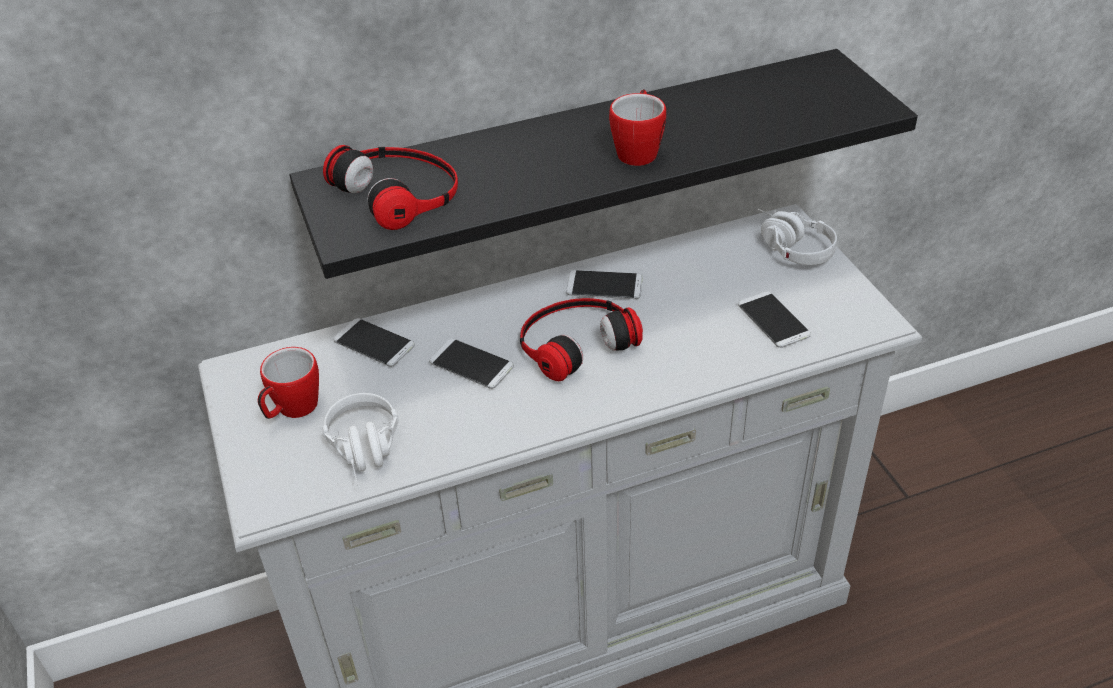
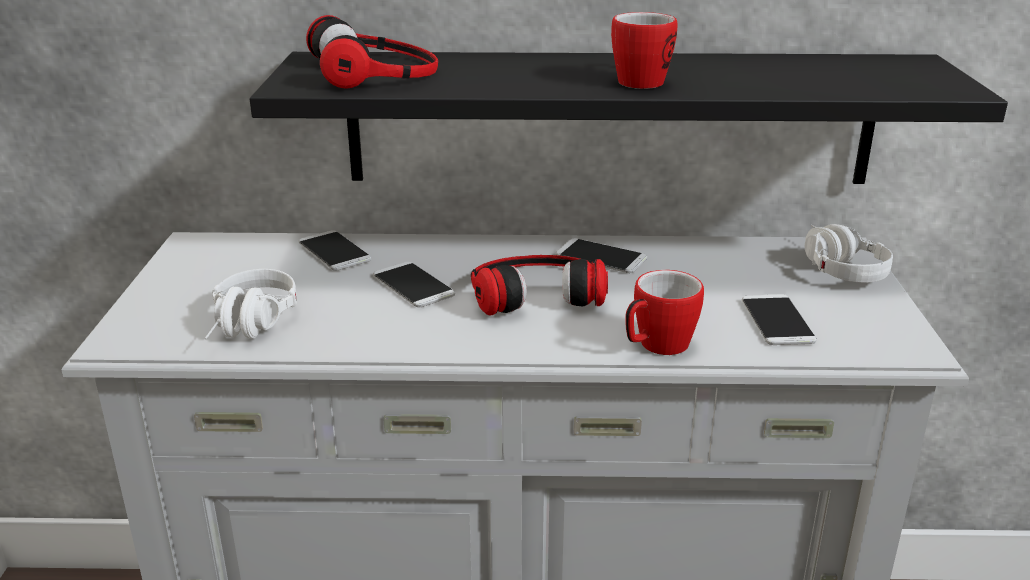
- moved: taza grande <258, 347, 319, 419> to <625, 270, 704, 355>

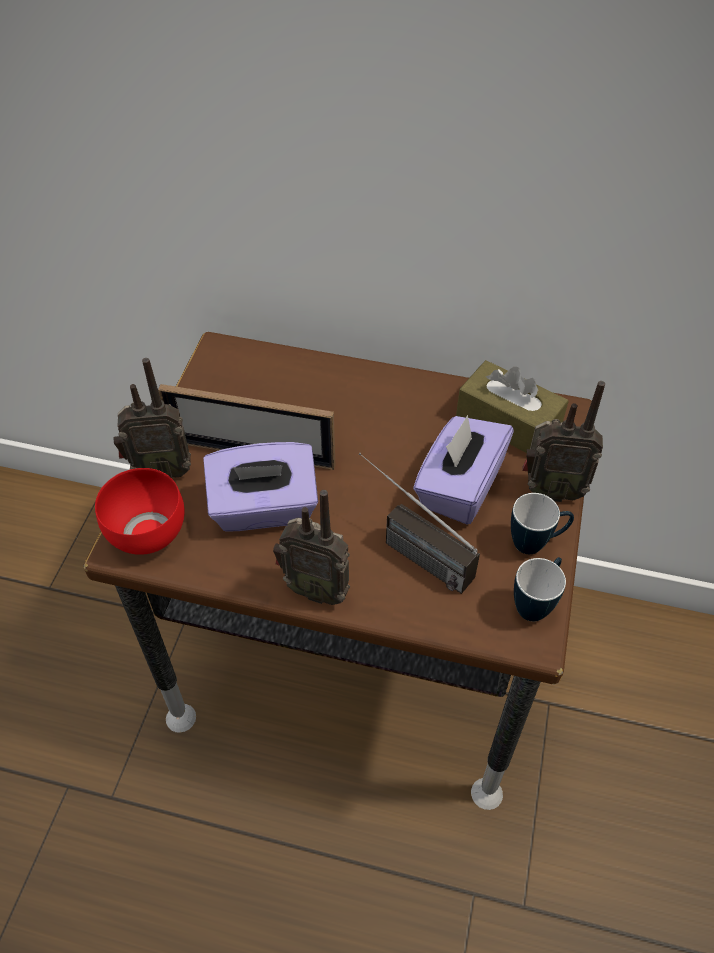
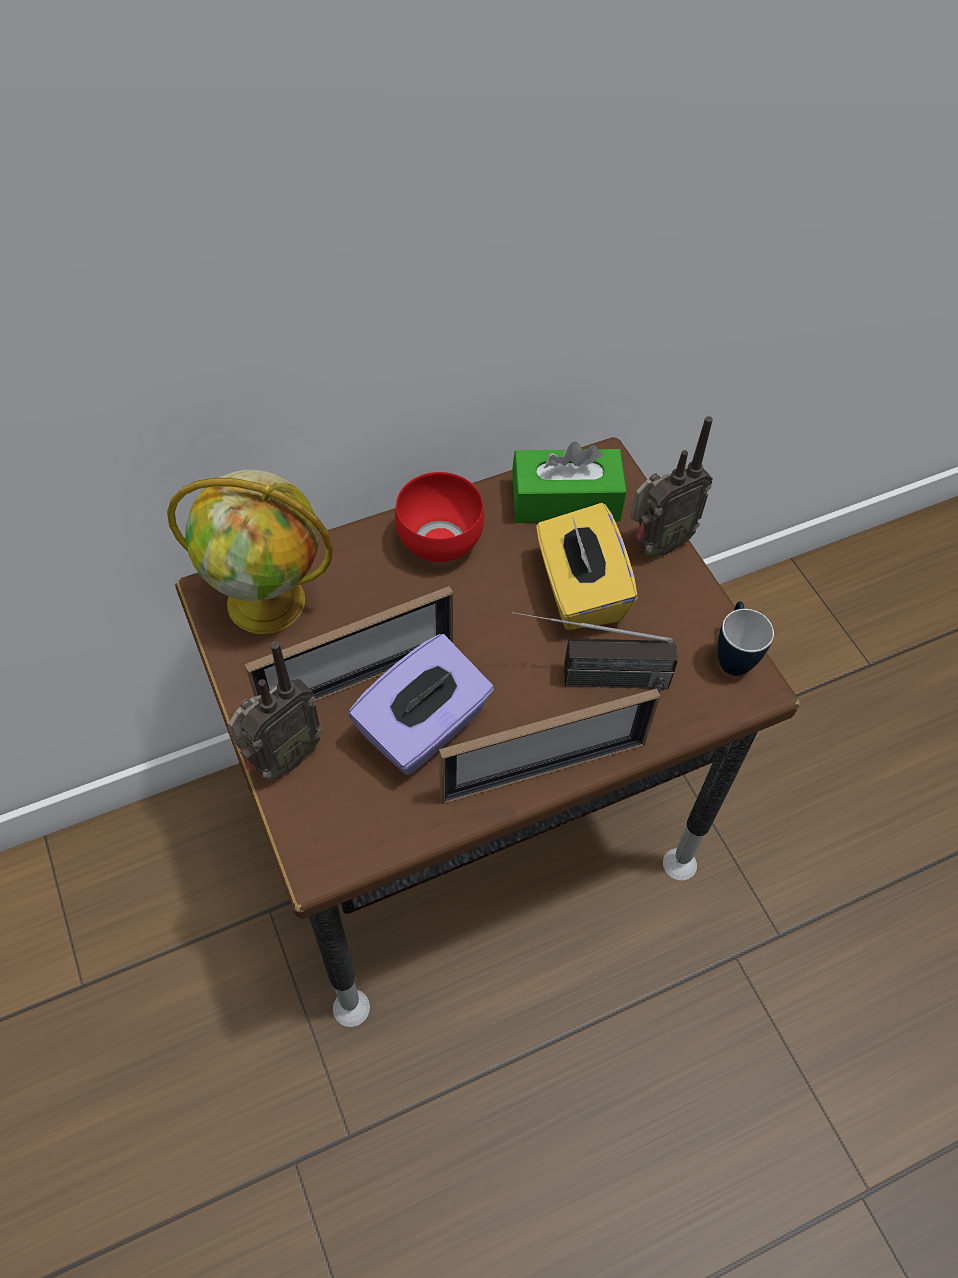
- removed: taza grande <511, 493, 574, 554>
- added: globo terráqueo <167, 470, 333, 634>
- moved: cuenco [rojo] <95, 468, 185, 555> to <395, 472, 484, 562>
- replaced: radio <273, 490, 350, 605> to portarretratos <439, 688, 660, 804>
- recoloured: caja de pañuelos [morado] <413, 415, 514, 524> to caja de pañuelos [amarillo] <536, 503, 638, 630>
- recoloured: caja de pañuelos [marrón] <456, 360, 569, 453> to caja de pañuelos [verde] <512, 442, 627, 523>

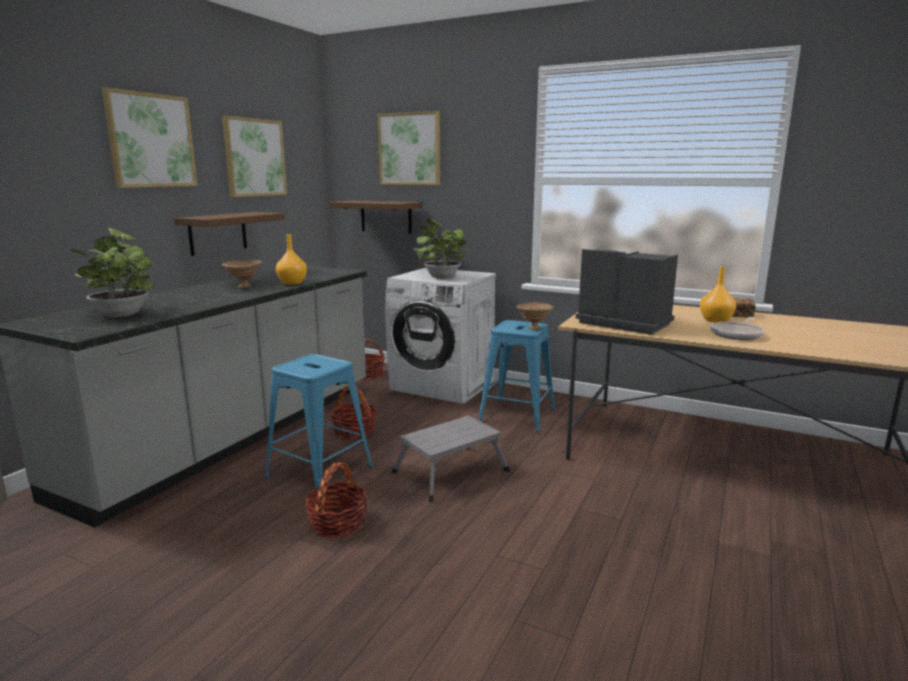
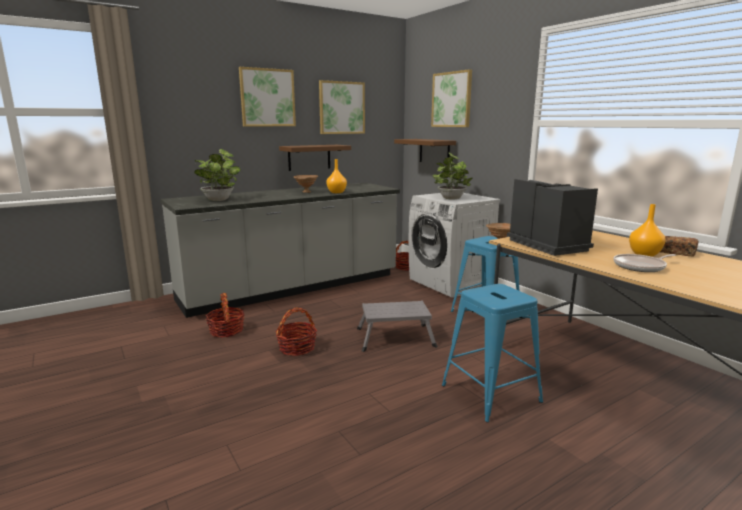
- moved: taburete [azul] <265, 354, 373, 491> to <442, 284, 543, 422>
- moved: cesta <331, 386, 377, 439> to <206, 293, 245, 337>

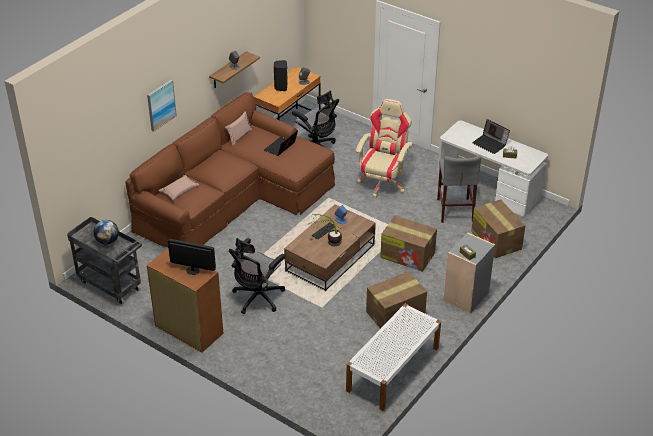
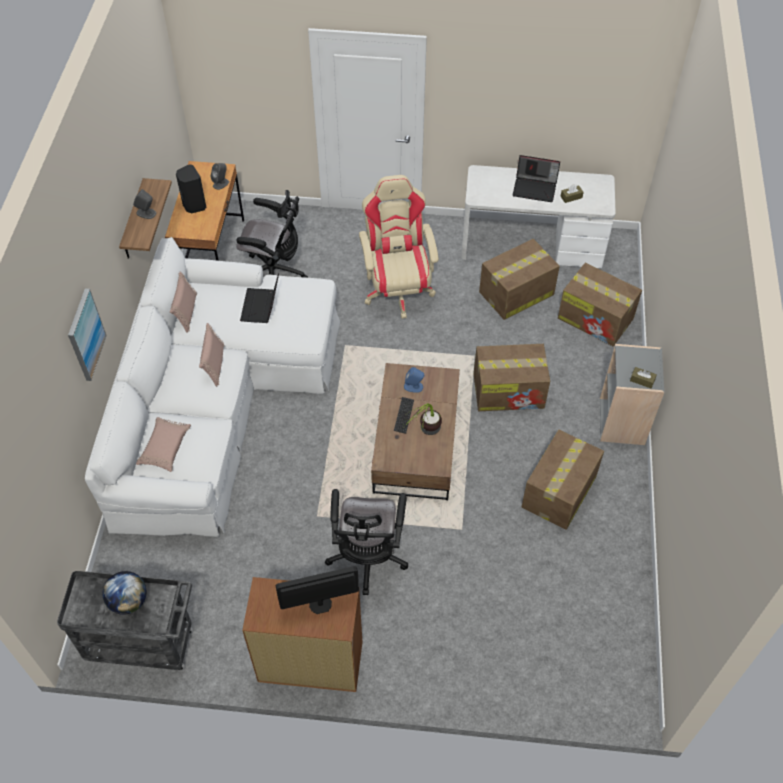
- removed: banco [blanco] <346, 303, 441, 411>
- added: cojín [beis] <199, 323, 225, 387>
- replaced: taburete [gris] <437, 156, 481, 223> to caja de cartón <479, 239, 560, 320>
- recoloured: sofá [marrón] <125, 92, 335, 247> to sofá [blanco] <85, 237, 340, 537>

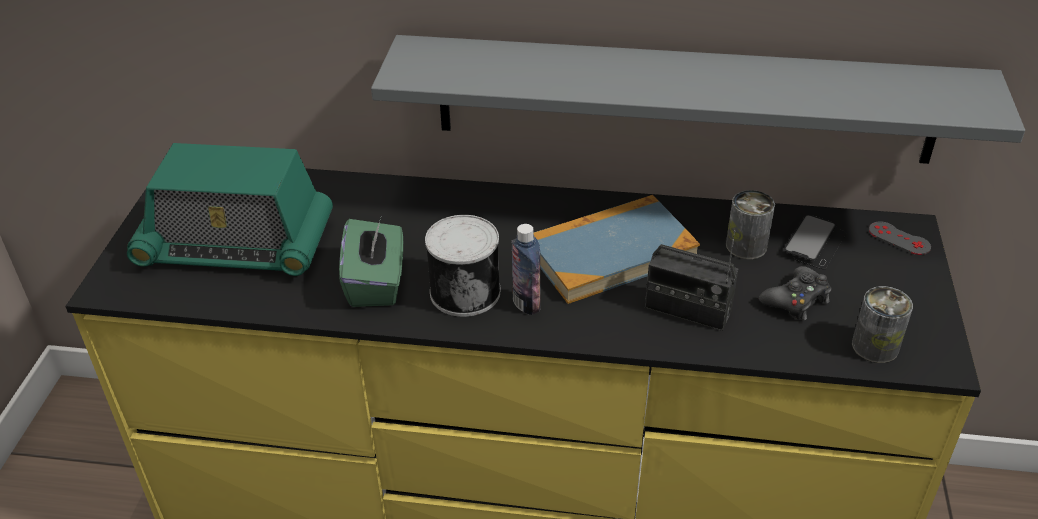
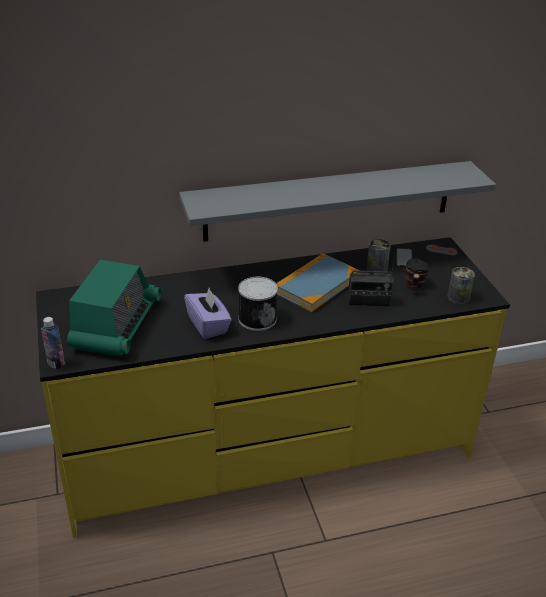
- moved: botella <512, 224, 540, 315> to <41, 317, 65, 369>
- replaced: mando de consola [negro] <759, 266, 831, 320> to taza grande <405, 258, 430, 291>
- recoloured: caja de pañuelos [verde] <339, 218, 403, 307> to caja de pañuelos [morado] <184, 288, 232, 339>
- turned: radio <127, 143, 333, 276> = <67, 260, 161, 357> 60 degrees counterclockwise

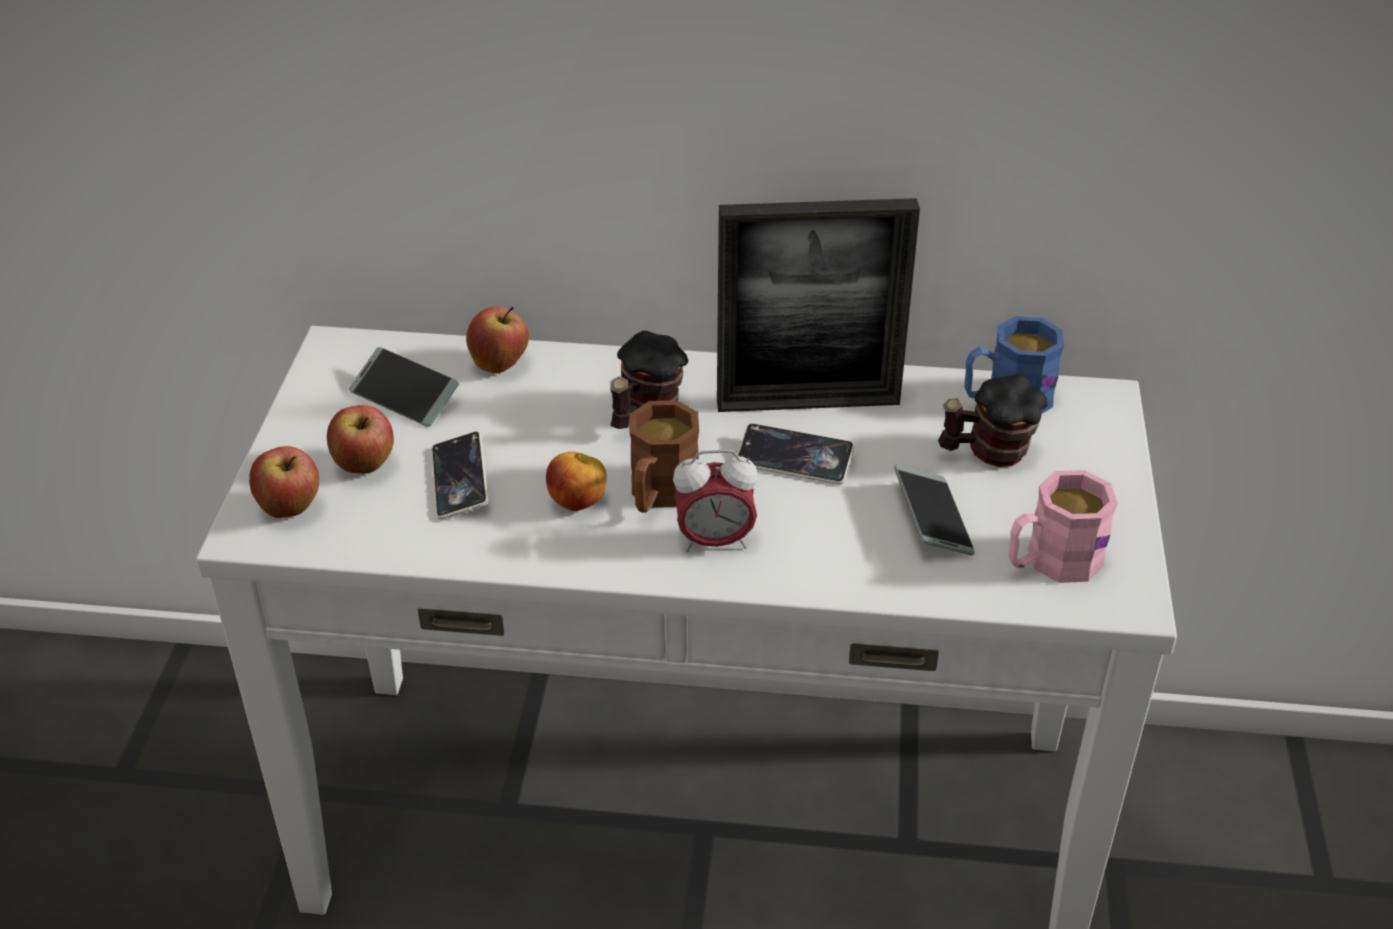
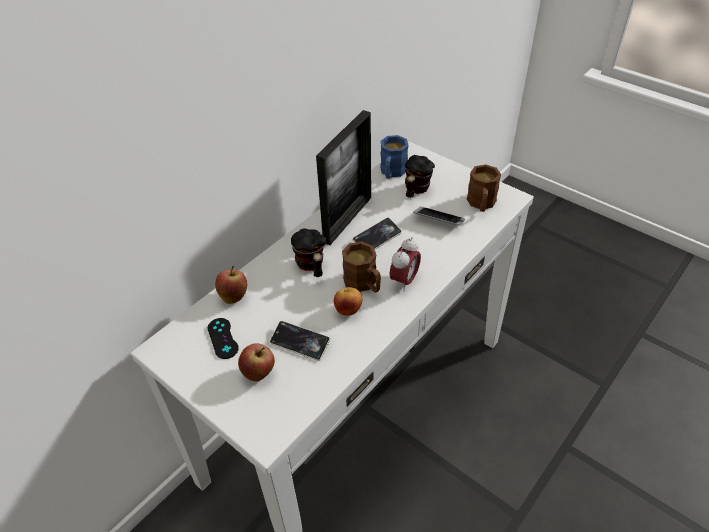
- removed: manzana <249, 446, 319, 518>
- replaced: móvil <349, 347, 459, 427> to mando de consola [negro] <208, 318, 239, 359>
- recoloured: taza grande [rosa] <1008, 470, 1118, 583> to taza grande [marrón] <467, 164, 501, 212>

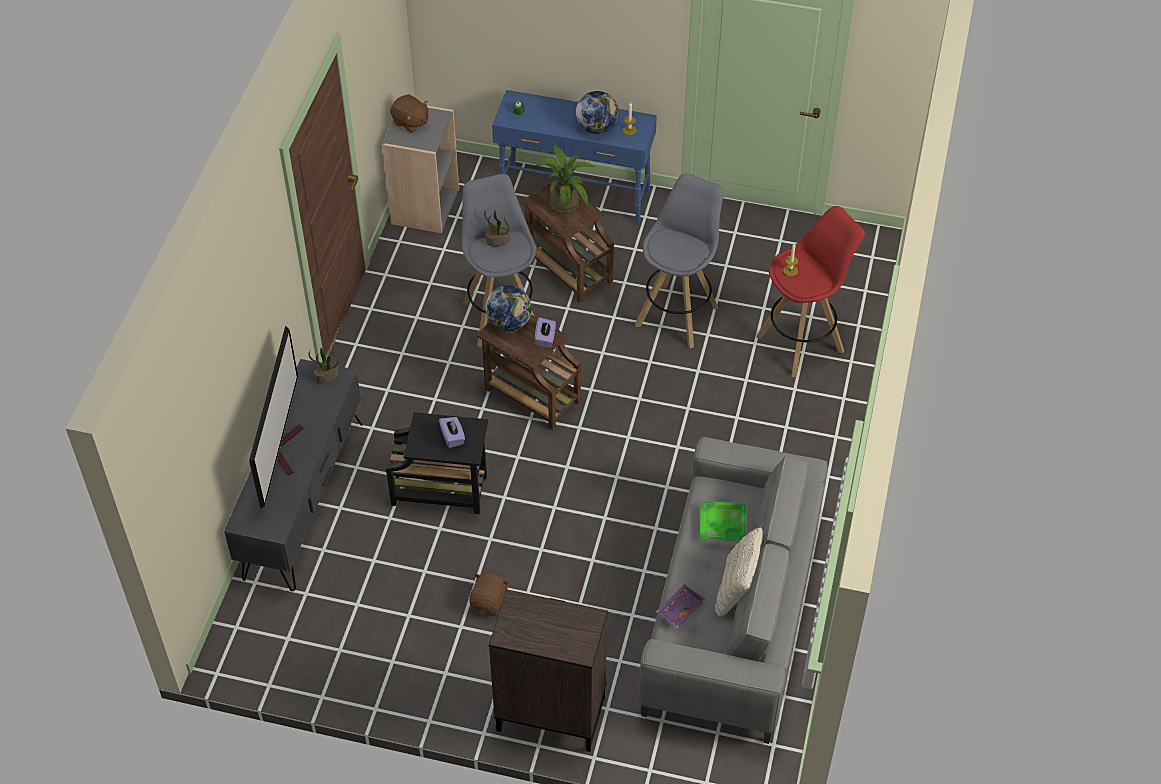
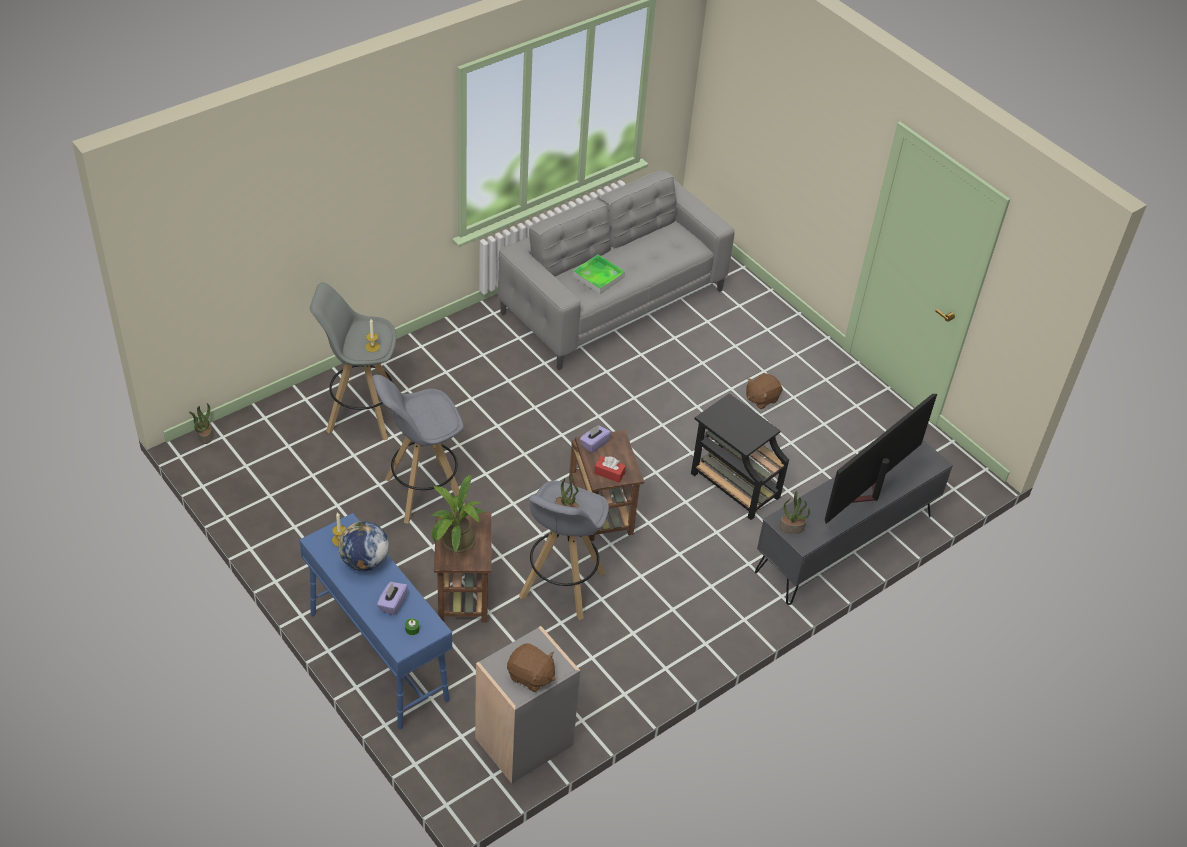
- removed: cómoda [marrón] <489, 589, 608, 752>
- removed: bandeja [morado] <656, 584, 706, 627>
- removed: cojín [beis] <715, 527, 763, 617>
- added: planta en maceta <189, 403, 213, 444>
- moved: caja de pañuelos [morado] <439, 417, 465, 448> to <377, 582, 408, 615>
- replaced: globo terráqueo <485, 285, 532, 331> to caja de pañuelos [rojo] <594, 456, 626, 483>
- recoloured: taburete [rojo] <756, 206, 865, 377> to taburete [gris] <310, 282, 396, 440>
- turned: peluche [marrón] <390, 94, 429, 133> = <507, 643, 555, 692> 135 degrees clockwise

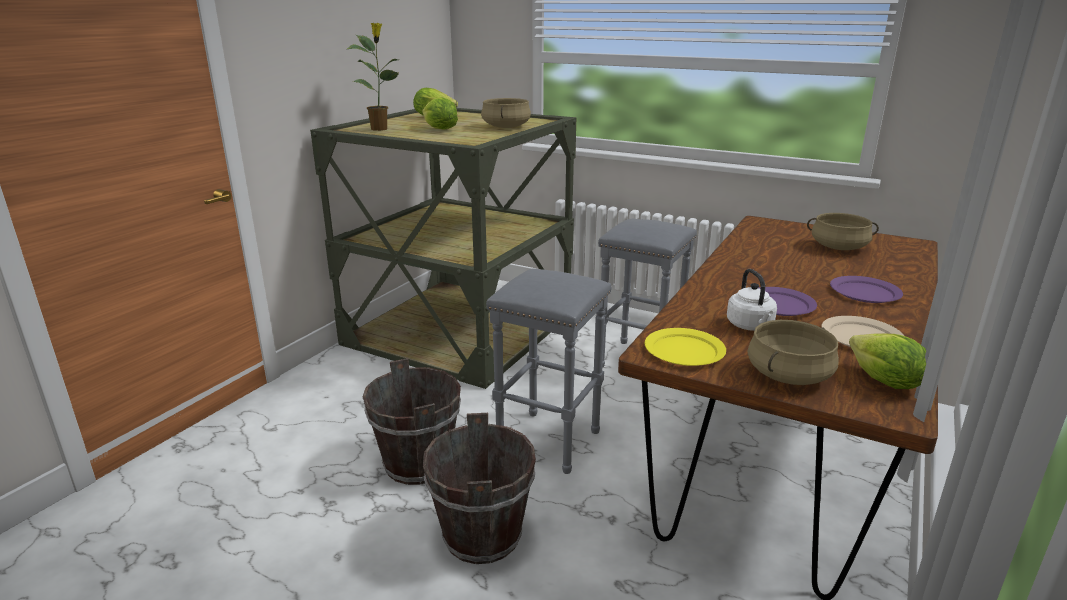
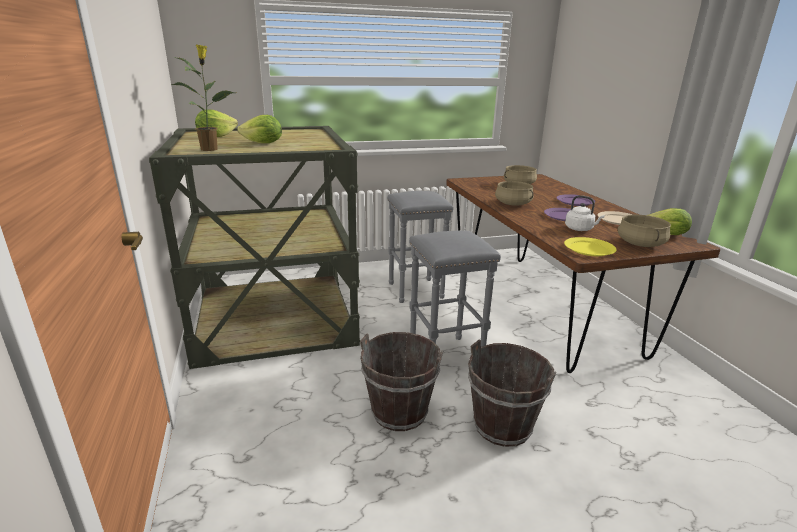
- moved: olla [beis] <481, 98, 531, 128> to <495, 181, 534, 206>

